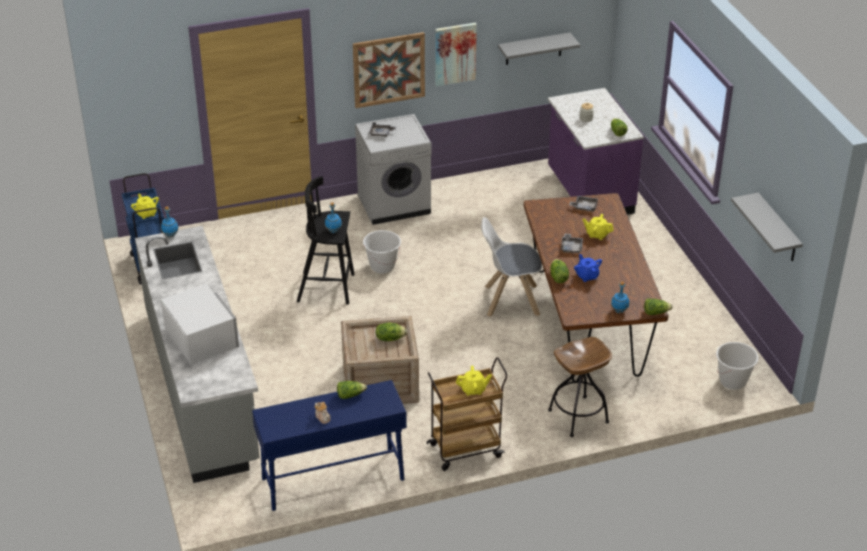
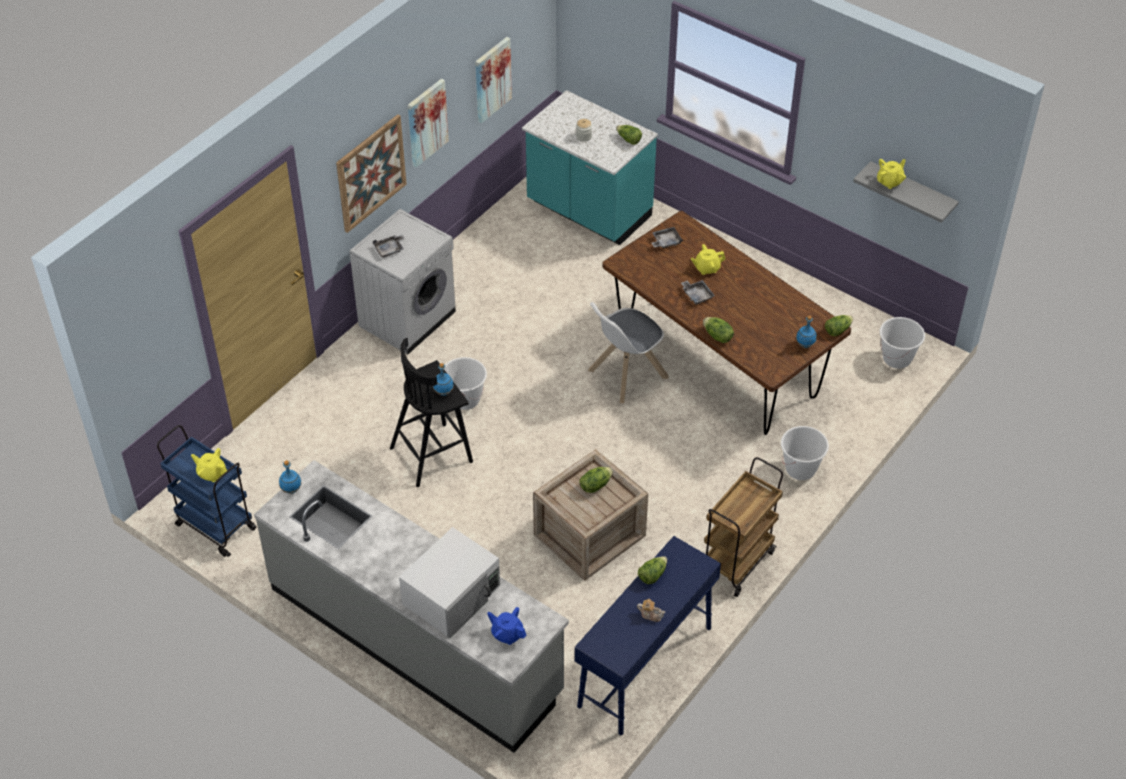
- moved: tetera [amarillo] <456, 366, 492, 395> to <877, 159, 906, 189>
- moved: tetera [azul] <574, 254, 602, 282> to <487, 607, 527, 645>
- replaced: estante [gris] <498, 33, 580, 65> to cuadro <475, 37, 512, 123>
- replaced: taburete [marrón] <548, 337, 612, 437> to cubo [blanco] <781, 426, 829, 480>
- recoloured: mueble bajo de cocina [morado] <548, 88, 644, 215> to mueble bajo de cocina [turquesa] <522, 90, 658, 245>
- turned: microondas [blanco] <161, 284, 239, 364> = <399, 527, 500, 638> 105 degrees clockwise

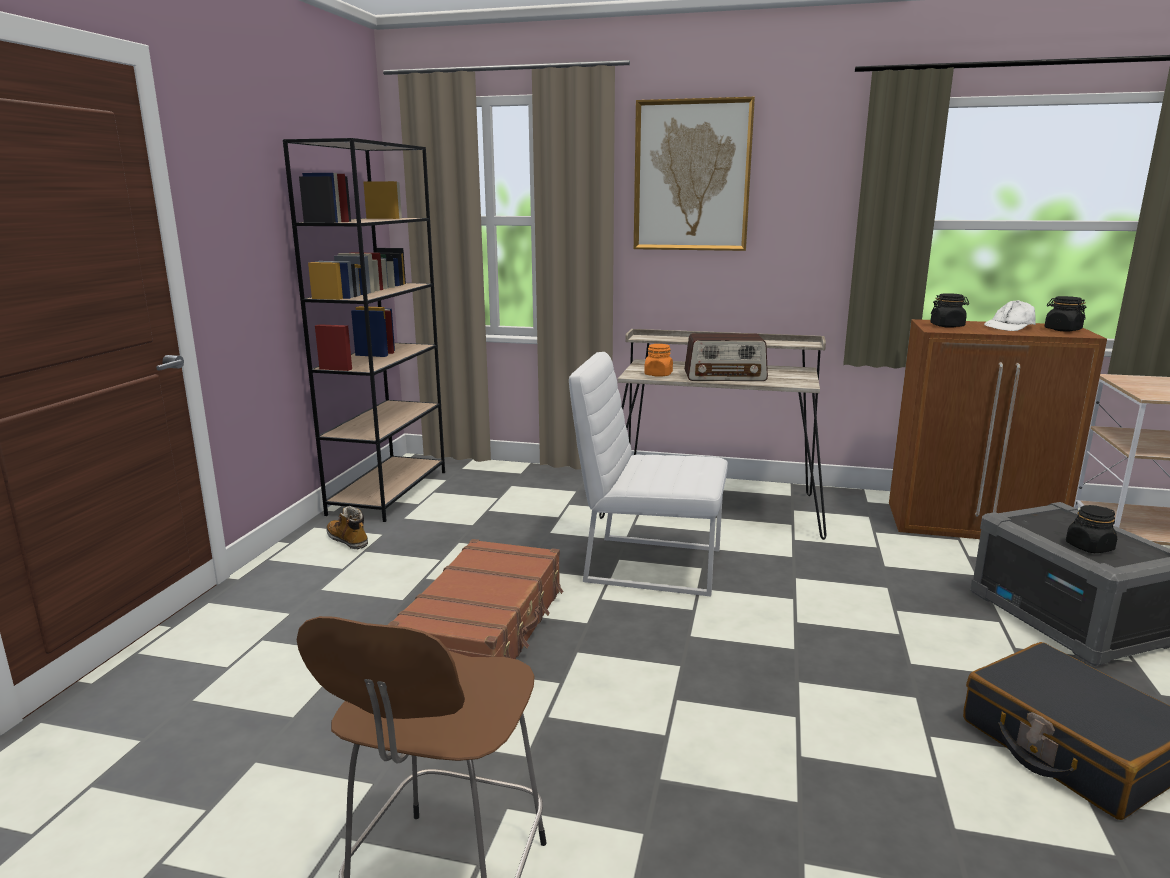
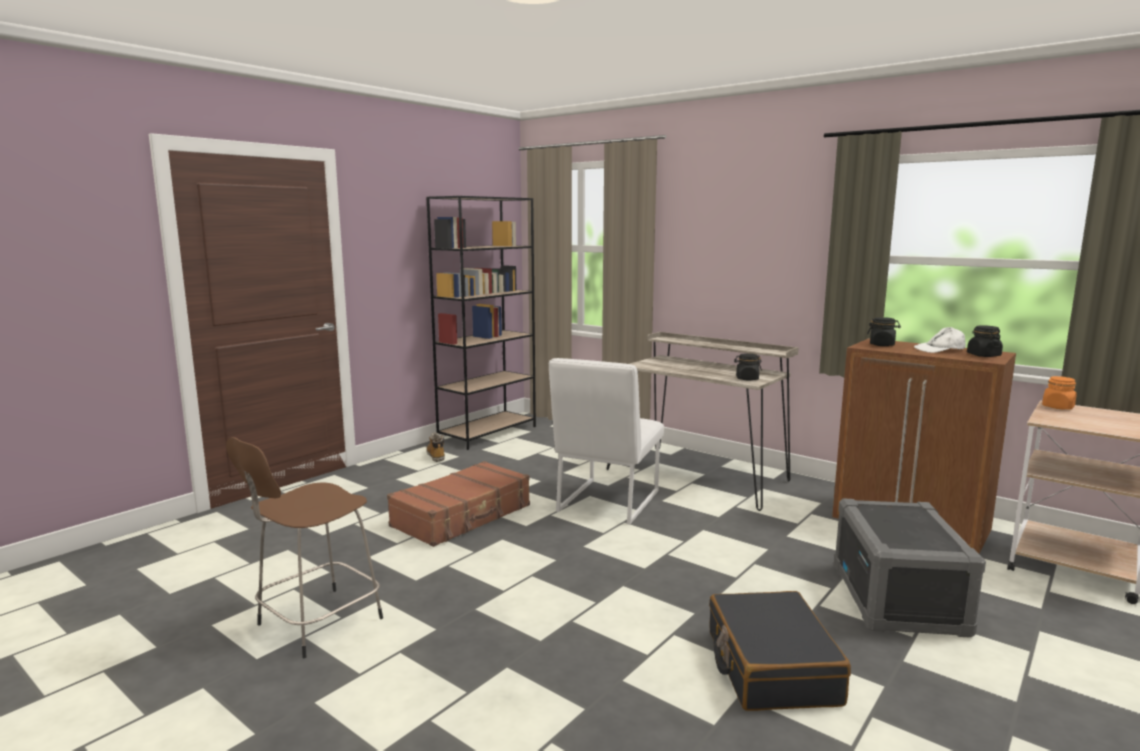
- removed: cuadro <634, 97, 755, 251>
- removed: radio <684, 333, 768, 381>
- moved: tarro [naranja] <644, 344, 673, 377> to <1042, 376, 1077, 409>
- moved: tarro [negro] <1066, 505, 1117, 553> to <734, 353, 762, 380>
- turned: silla [blanco] <569, 352, 728, 596> = <549, 358, 664, 525> 105 degrees counterclockwise

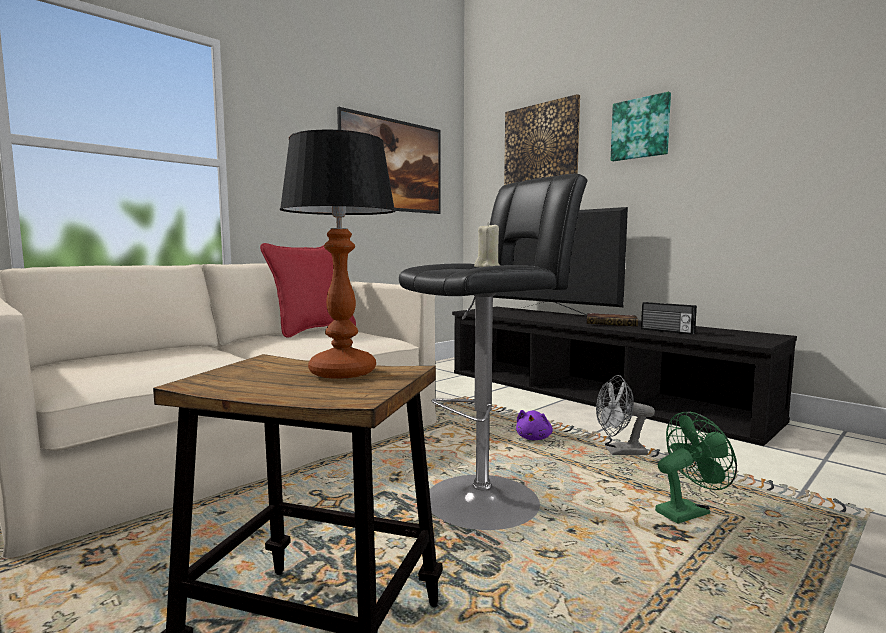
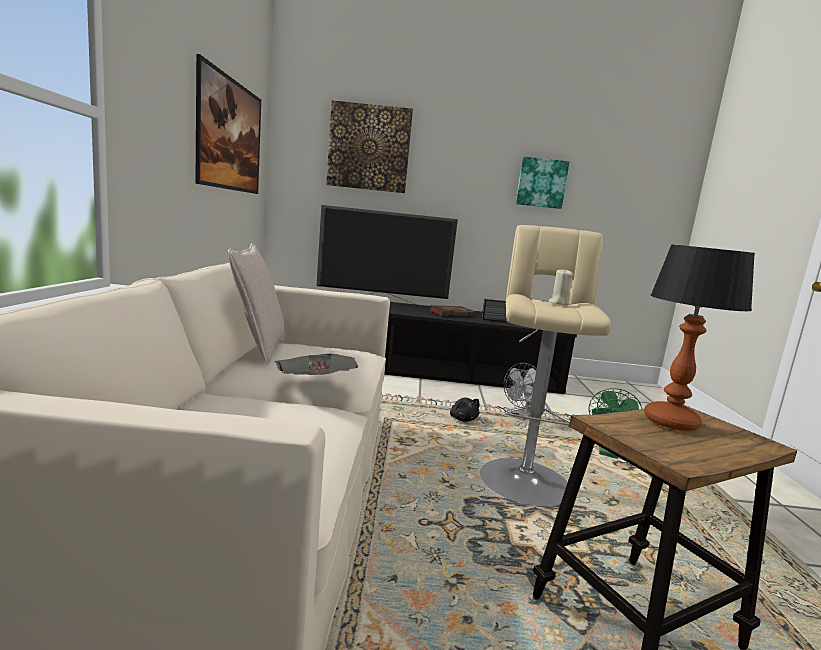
- added: periódico <274, 354, 359, 375>
- moved: cuadro <611, 92, 671, 161> to <516, 157, 569, 209>
- recoloured: cojín [rojo] <260, 243, 356, 338> to cojín [beis] <228, 243, 286, 365>
- recoloured: taburete [negro] <399, 174, 588, 530> to taburete [beis] <480, 225, 611, 506>
- recoloured: peluche [morado] <516, 410, 553, 440> to peluche [negro] <450, 398, 480, 422>

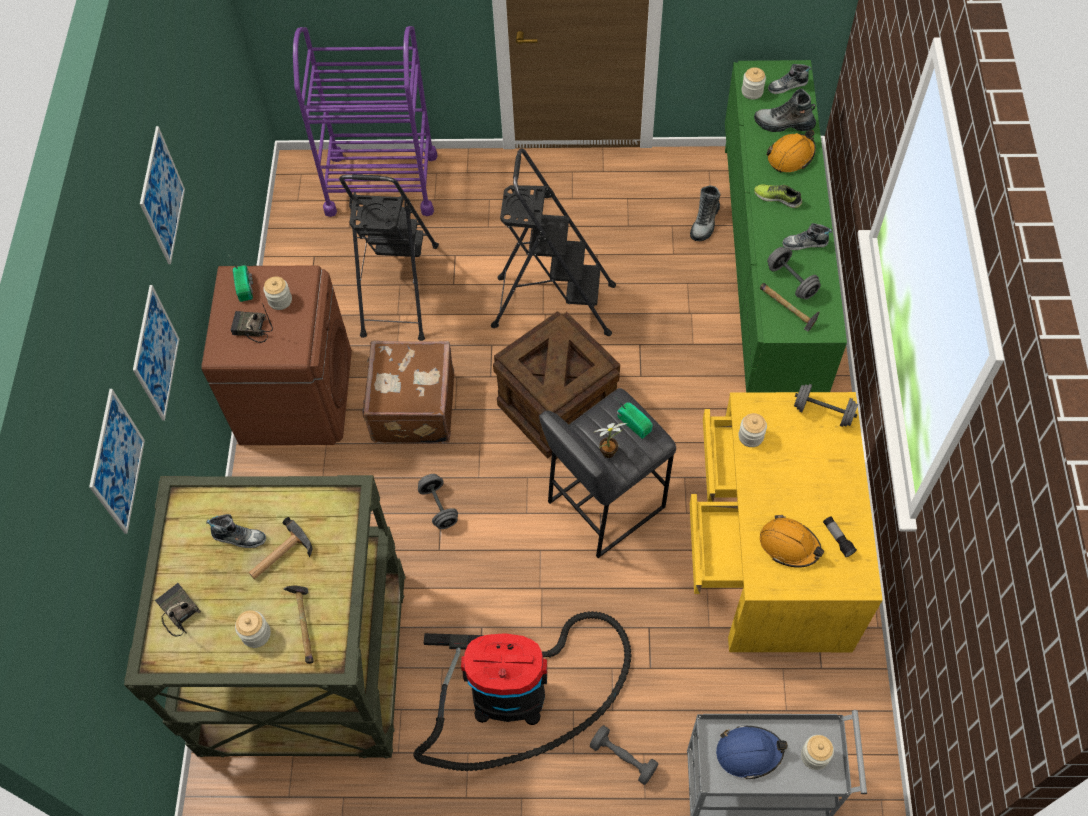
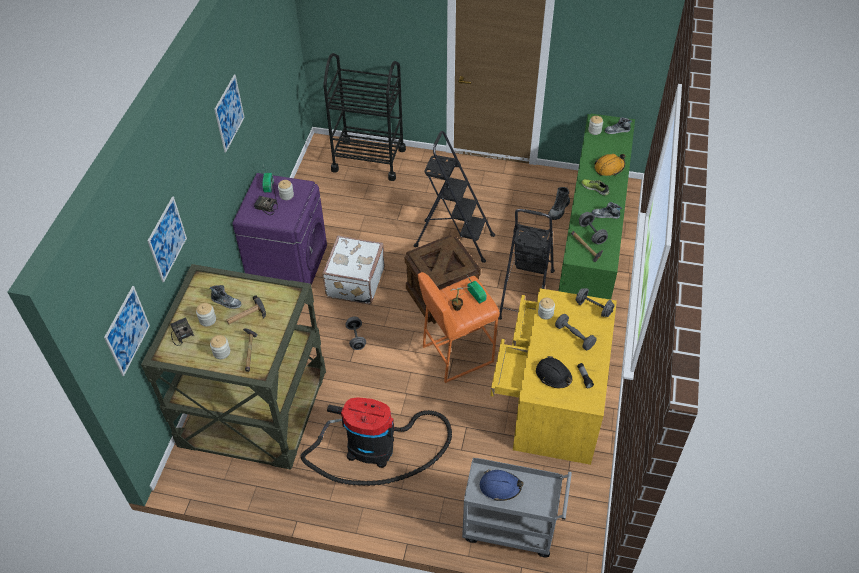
- removed: bota <754, 89, 816, 132>
- moved: cuadro <133, 285, 179, 420> to <104, 286, 150, 376>
- moved: escalera de tijera <339, 174, 439, 341> to <498, 209, 555, 320>
- moved: mancuerna [gris] <590, 725, 658, 785> to <555, 314, 597, 351>
- moved: tarro <801, 735, 834, 770> to <196, 303, 216, 327>
- recoloured: lavadora [marrón] <201, 265, 352, 445> to lavadora [morado] <233, 173, 327, 285>
- recoloured: carrito [morado] <293, 26, 438, 217> to carrito [negro] <323, 53, 406, 181>
- recoloured: maleta [marrón] <362, 341, 454, 444> to maleta [blanco] <322, 235, 385, 304>
- recoloured: taburete [gris] <539, 388, 676, 558> to taburete [naranja] <418, 272, 500, 383>
- recoloured: casco [naranja] <760, 515, 824, 568> to casco [negro] <536, 356, 573, 388>

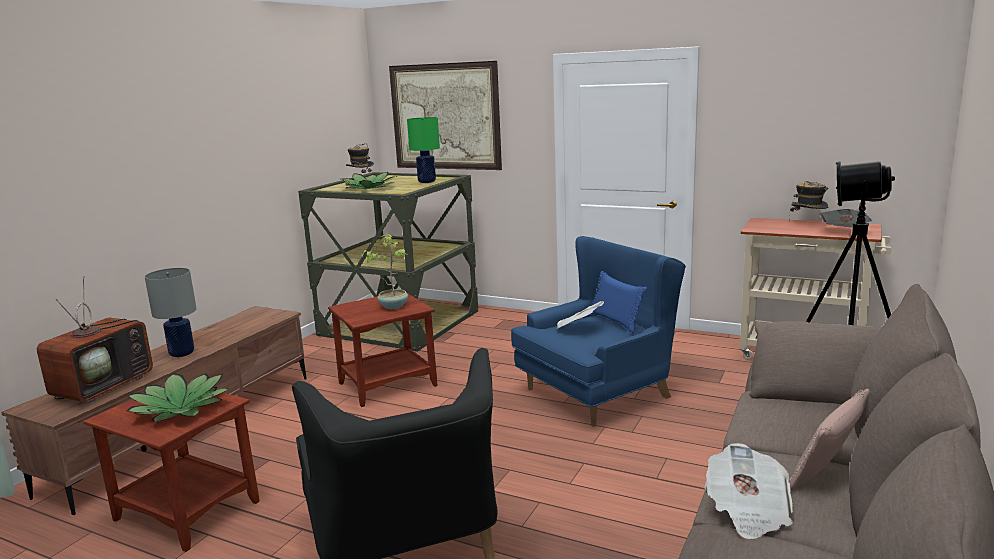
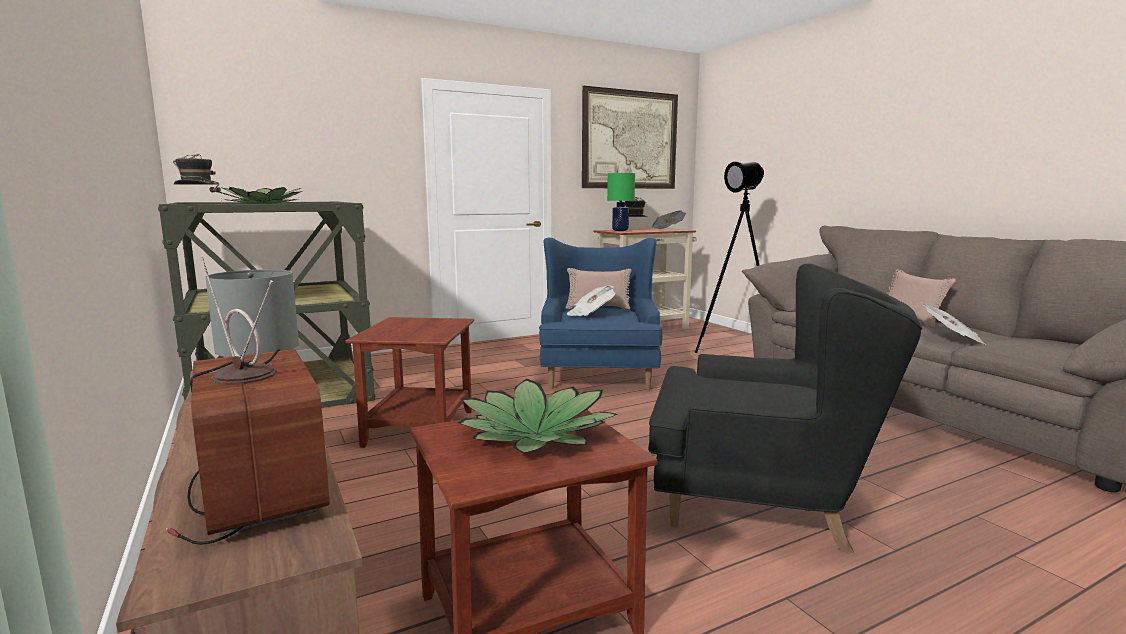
- removed: planta en maceta <362, 233, 409, 309>
- moved: cuadro <389, 61, 502, 170> to <582, 86, 678, 189>
- moved: lámpara de mesa [verde] <407, 117, 440, 183> to <607, 173, 635, 231>
- recoloured: cojín [azul] <589, 271, 647, 333> to cojín [beis] <566, 268, 632, 310>

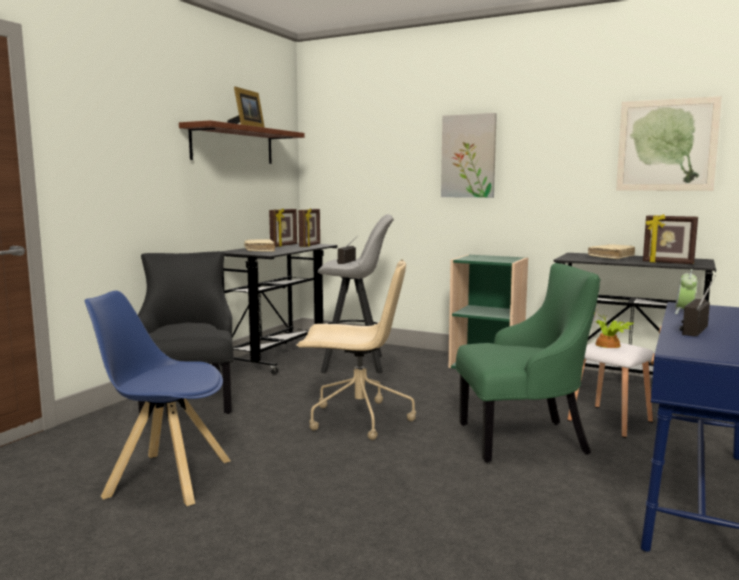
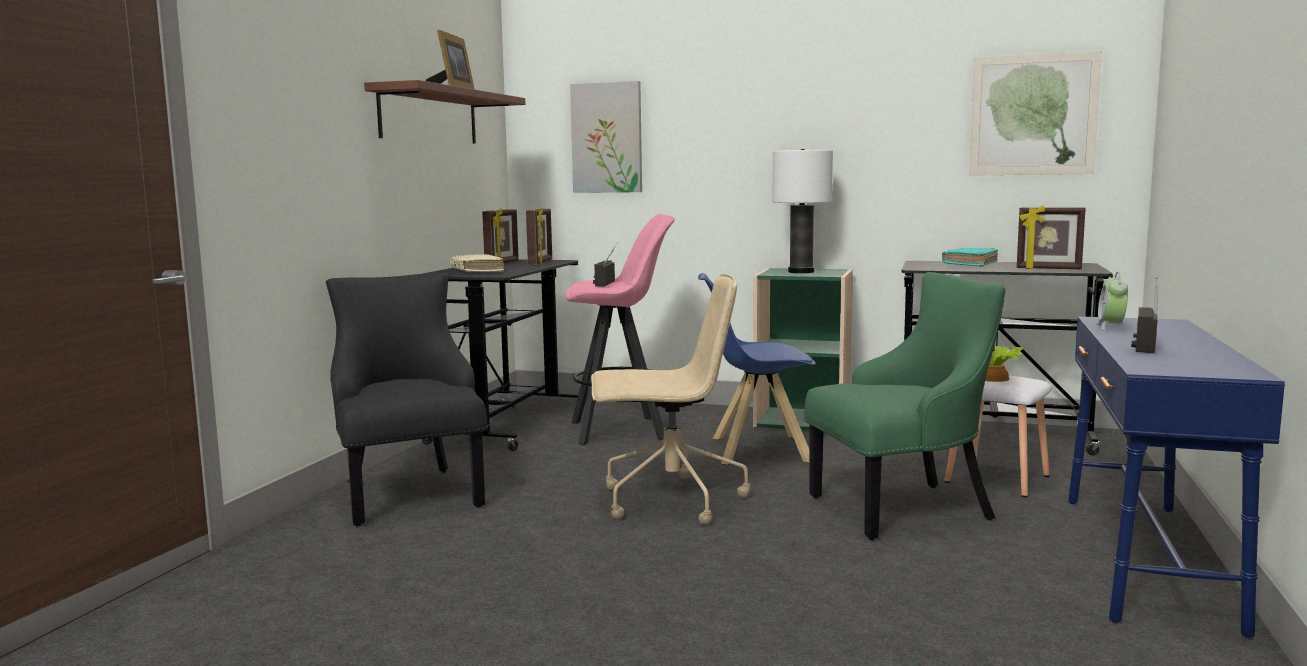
- added: lámpara de mesa [blanco] <773, 149, 833, 273>
- moved: silla [azul] <84, 291, 231, 506> to <698, 273, 816, 465>
- moved: cuadro <441, 113, 497, 198> to <570, 81, 642, 193>
- recoloured: taburete [gris] <318, 214, 394, 373> to taburete [rosa] <565, 214, 675, 445>
- recoloured: libro [beis] <588, 244, 635, 259> to libro [turquesa] <942, 248, 998, 267>

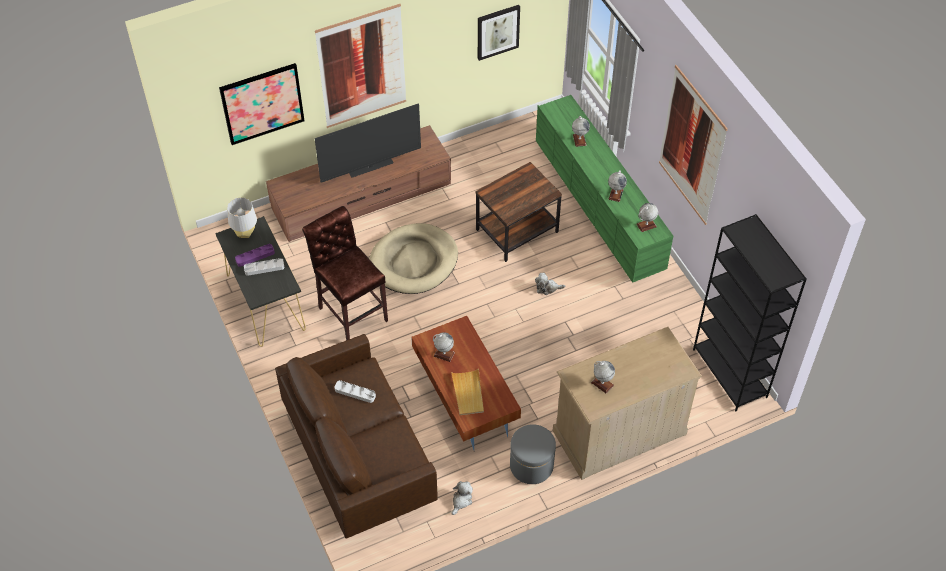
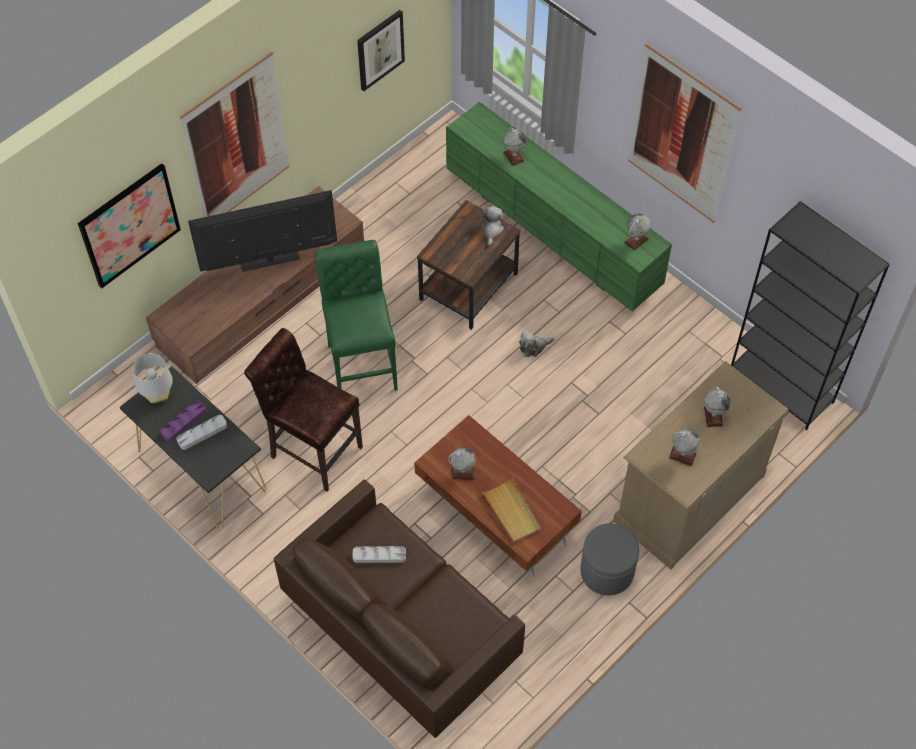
- moved: peluche <452, 481, 473, 515> to <479, 206, 504, 246>
- moved: globo terráqueo <608, 170, 627, 202> to <704, 387, 731, 427>
- replaced: cama para perro [beis] <369, 223, 458, 294> to taburete [verde] <315, 240, 398, 391>
- turned: televisor <315, 104, 421, 183> = <188, 190, 337, 272> 150 degrees counterclockwise

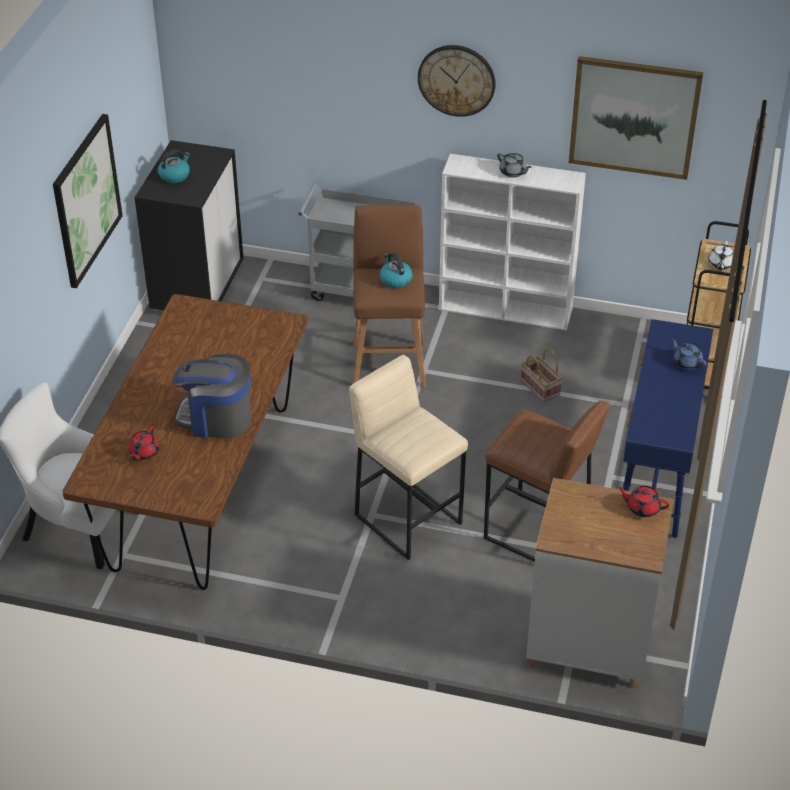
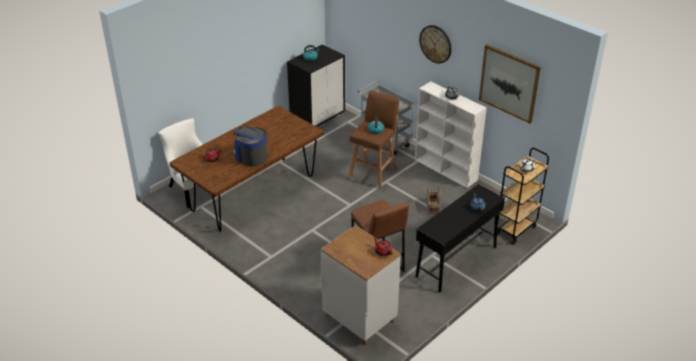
- removed: cuadro <53, 114, 123, 288>
- removed: taburete [beis] <349, 355, 468, 560>
- recoloured: mesa consola [azul] <623, 319, 713, 538> to mesa consola [negro] <415, 184, 505, 292>

